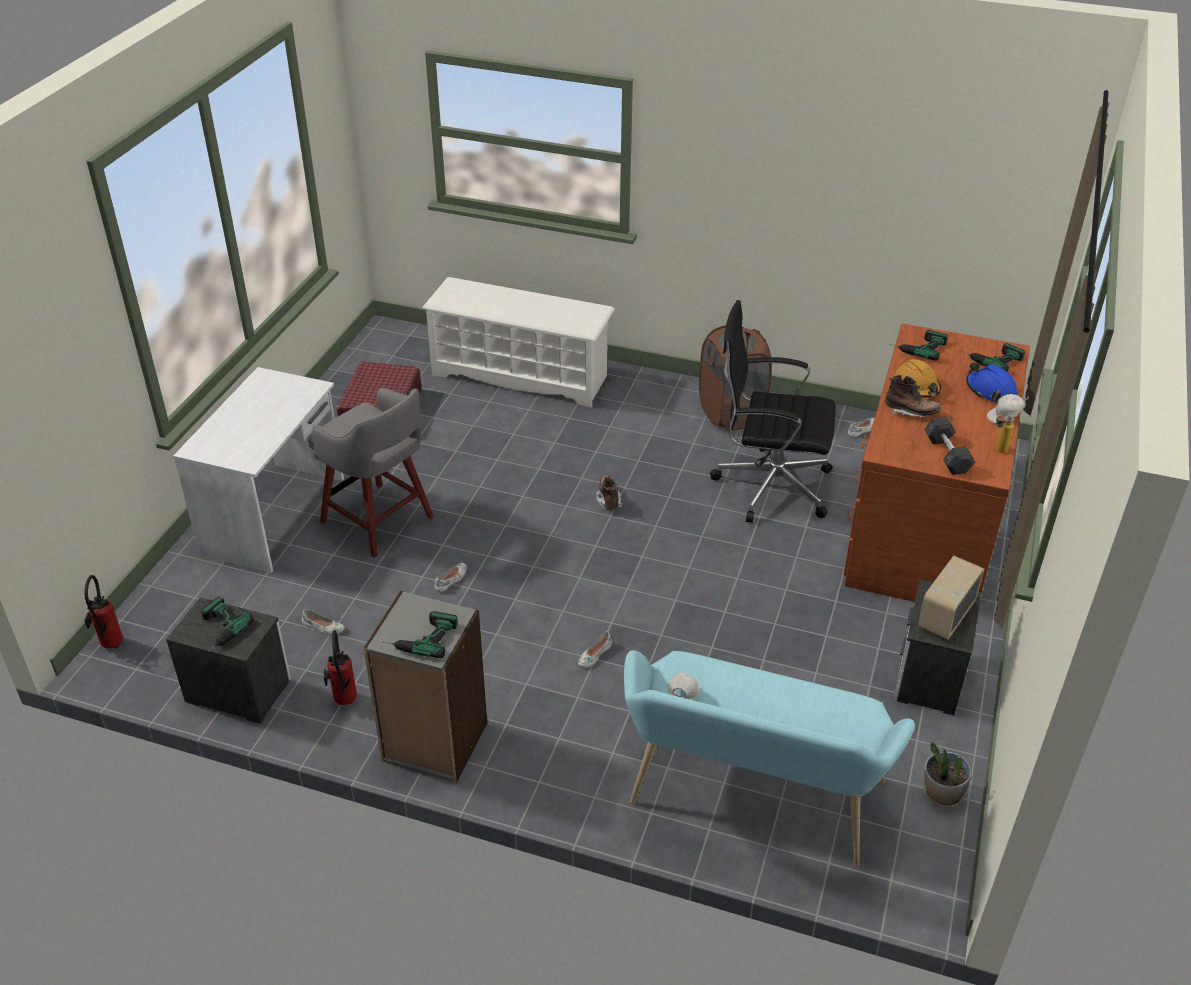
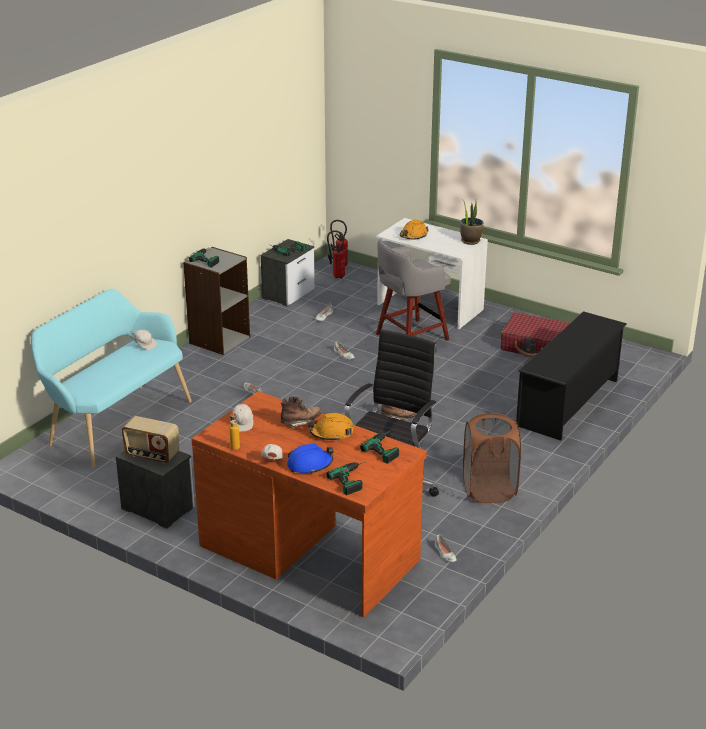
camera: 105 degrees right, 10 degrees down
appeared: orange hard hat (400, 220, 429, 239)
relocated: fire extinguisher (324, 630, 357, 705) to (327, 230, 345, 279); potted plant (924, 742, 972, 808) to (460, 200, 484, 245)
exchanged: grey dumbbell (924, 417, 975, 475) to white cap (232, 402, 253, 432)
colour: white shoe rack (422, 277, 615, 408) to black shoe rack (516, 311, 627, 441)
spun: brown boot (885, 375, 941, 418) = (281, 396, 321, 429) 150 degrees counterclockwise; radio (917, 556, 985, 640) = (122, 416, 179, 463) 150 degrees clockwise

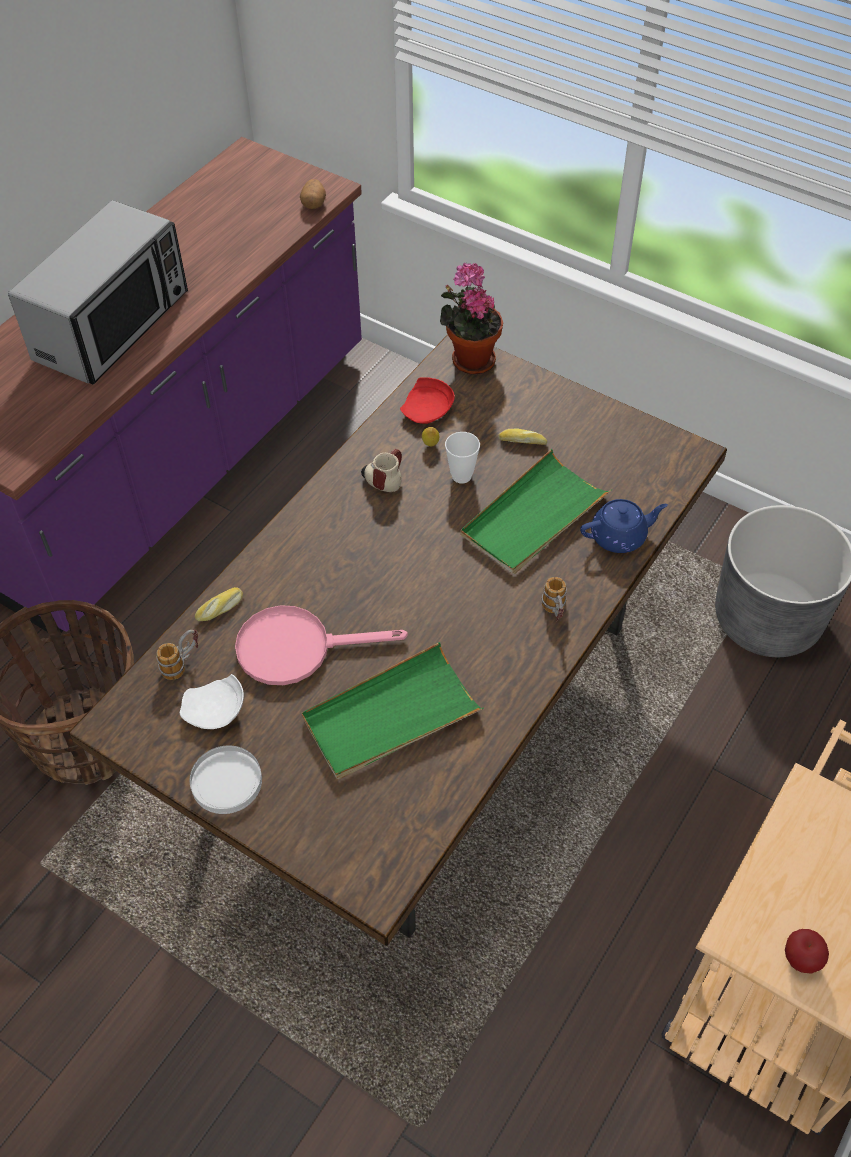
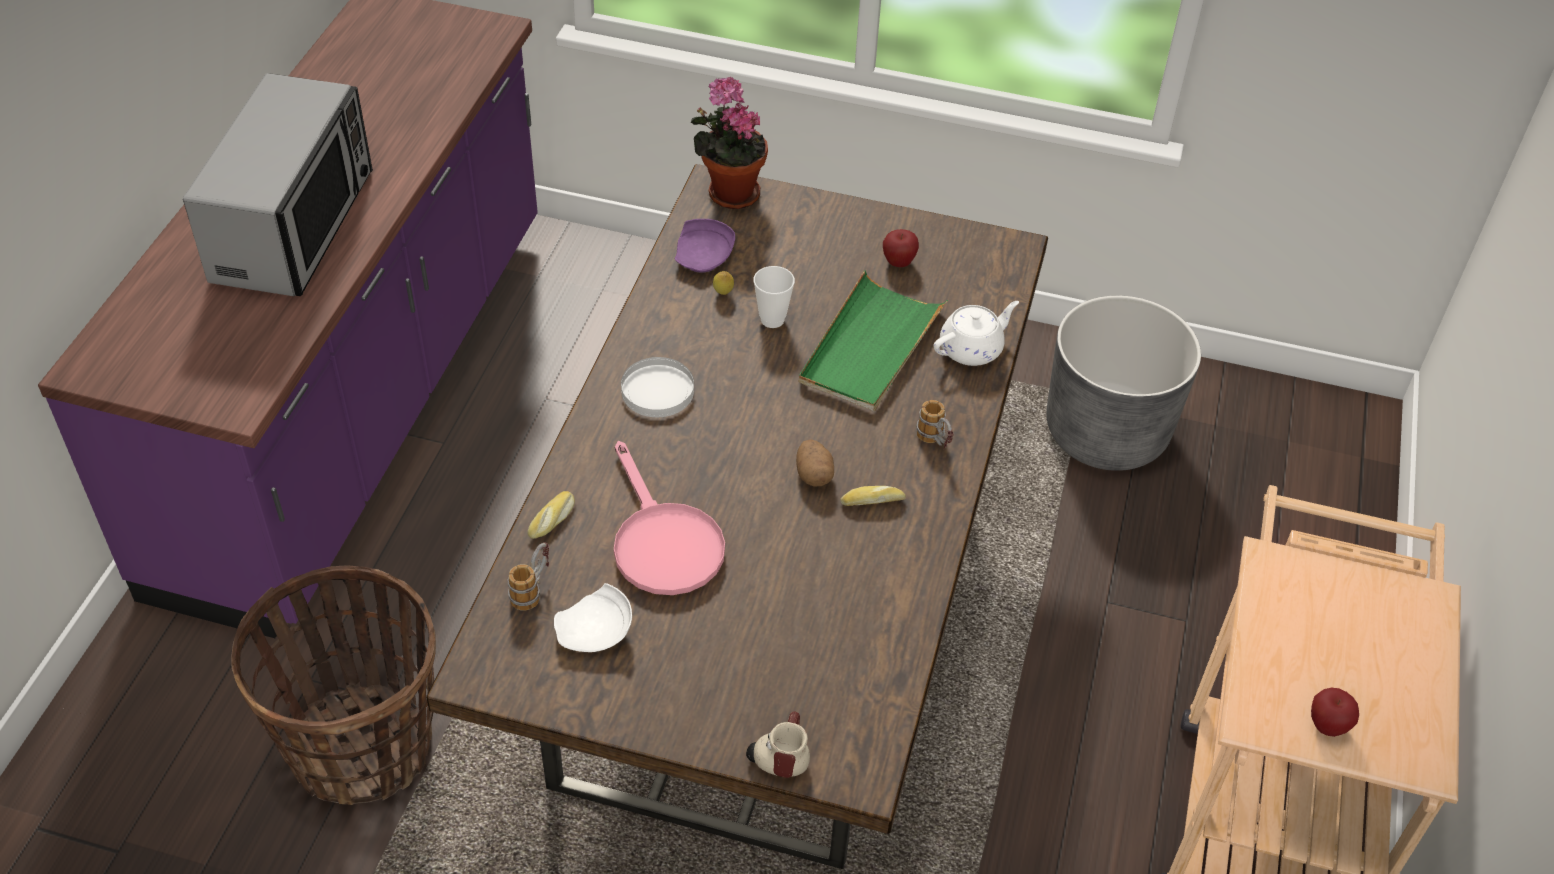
camera: 20 degrees left, 5 degrees down
missing: green tray (302, 642, 484, 779)
appeared: apple (883, 229, 919, 267)
relocated: white plate (190, 746, 262, 814) to (621, 357, 694, 417); potato (300, 179, 326, 209) to (796, 439, 834, 487); mug (361, 449, 402, 492) to (746, 712, 810, 778); bread (498, 428, 547, 445) to (840, 486, 906, 506)
colour: red plate (400, 377, 455, 424) to purple plate (675, 219, 735, 272); blue teapot (580, 499, 668, 553) to white teapot (934, 301, 1019, 366)
spun: pink frying pan (235, 605, 408, 685) = (614, 441, 725, 595) 90 degrees counterclockwise

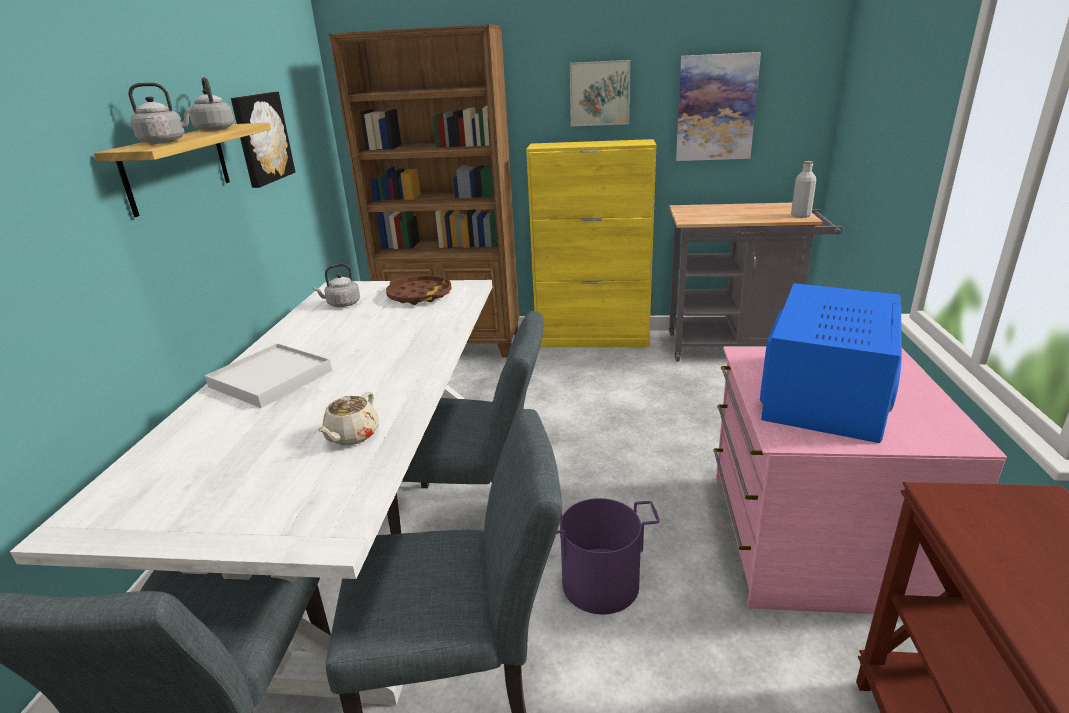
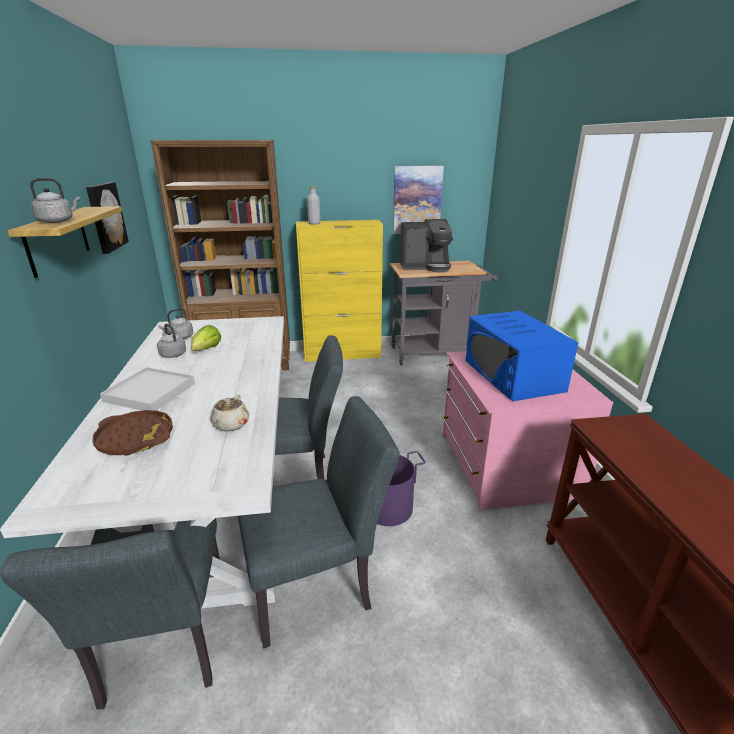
camera: 15 degrees left, 0 degrees up
missing: picture (570, 60, 630, 126)
appeared: lettuce (191, 325, 221, 351); coffee machine (398, 219, 453, 272)
relocated: grey kettle (189, 77, 234, 131) to (157, 324, 186, 358); brown tray (386, 276, 452, 305) to (92, 410, 173, 456); grey bottle (791, 161, 816, 218) to (307, 186, 320, 225)
spun: blue microwave (760, 283, 902, 443) = (465, 311, 579, 401) 150 degrees clockwise

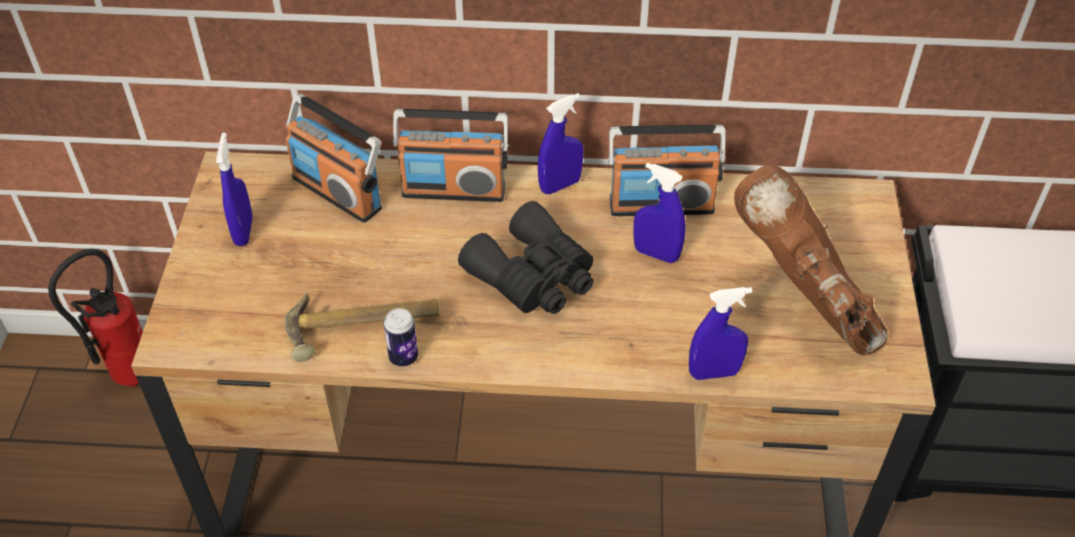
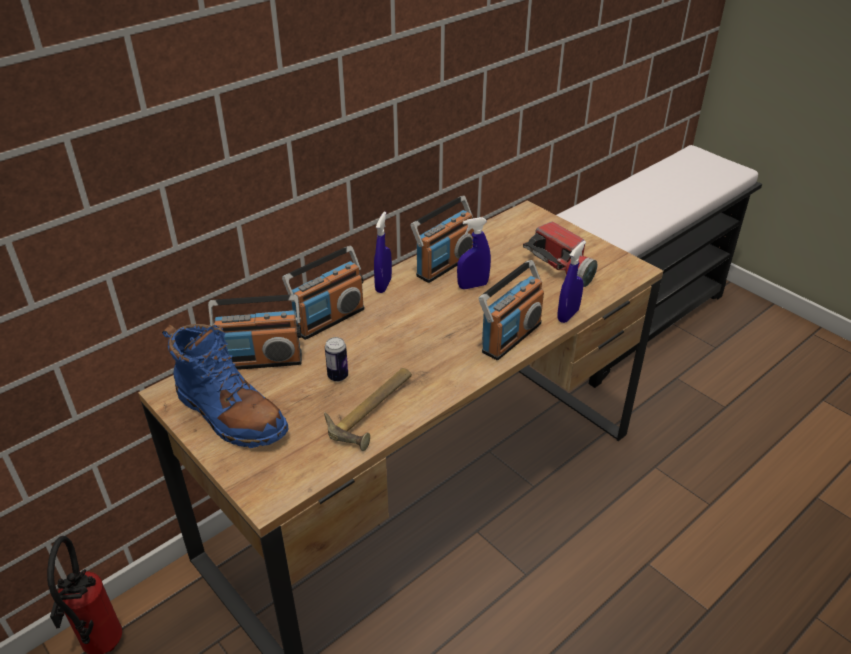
camera: 45 degrees left, 10 degrees down
missing: black binoculars (458, 201, 594, 314)
appeared: radio (479, 260, 544, 360)
relocated: can (384, 308, 418, 366) to (325, 337, 348, 382)
exchanged: blue spray bottle (216, 133, 253, 246) to blue boot (162, 324, 289, 448); brown boot (734, 165, 887, 355) to flashlight (523, 222, 597, 287)

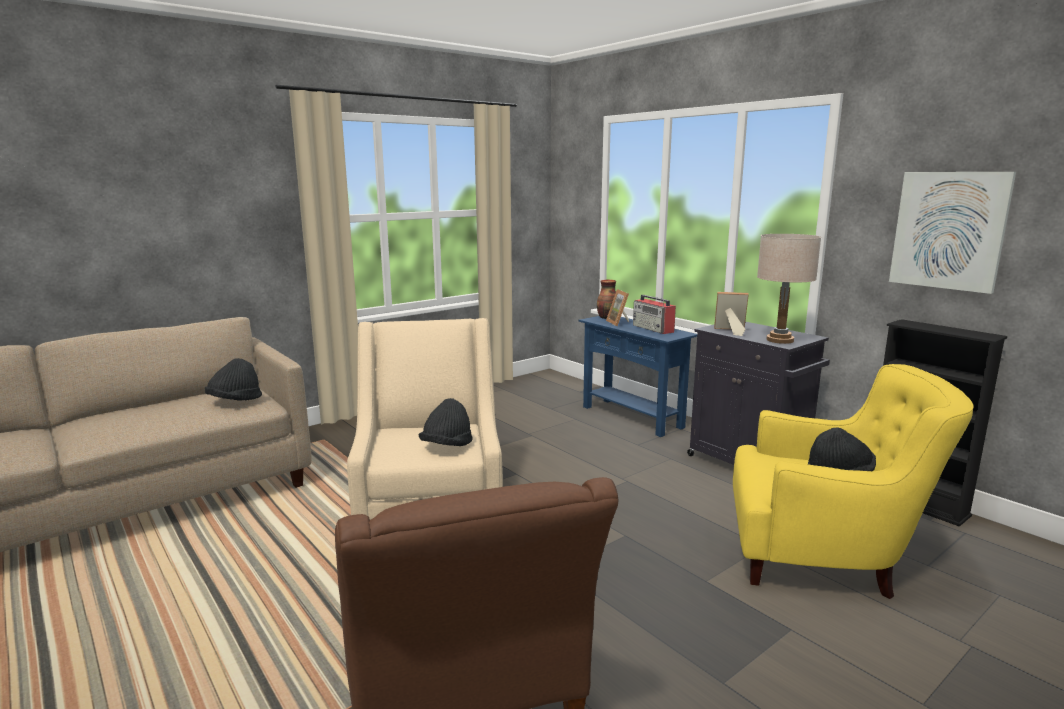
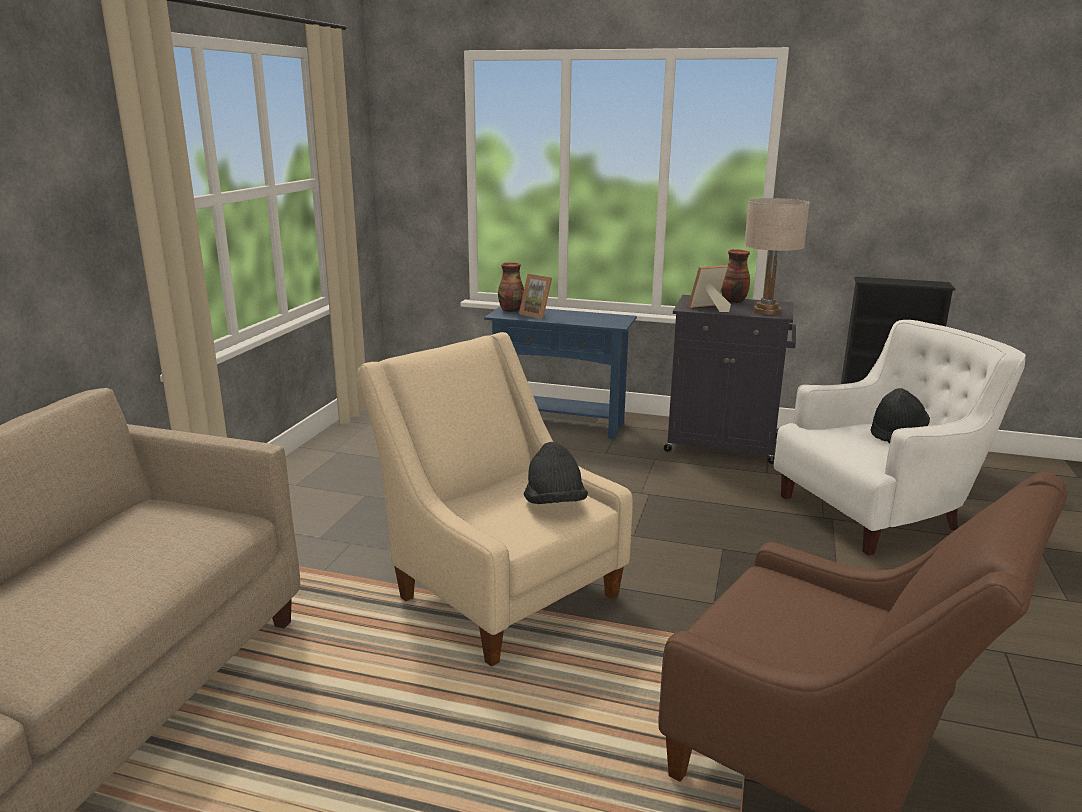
camera: 35 degrees left, 5 degrees up
missing: black hat (205, 358, 262, 401); radio (633, 295, 676, 334); picture (889, 172, 1016, 294)
appeared: vase (721, 249, 750, 303)
colour: yellow armchair (733, 364, 974, 599) to white armchair (774, 320, 1026, 556)

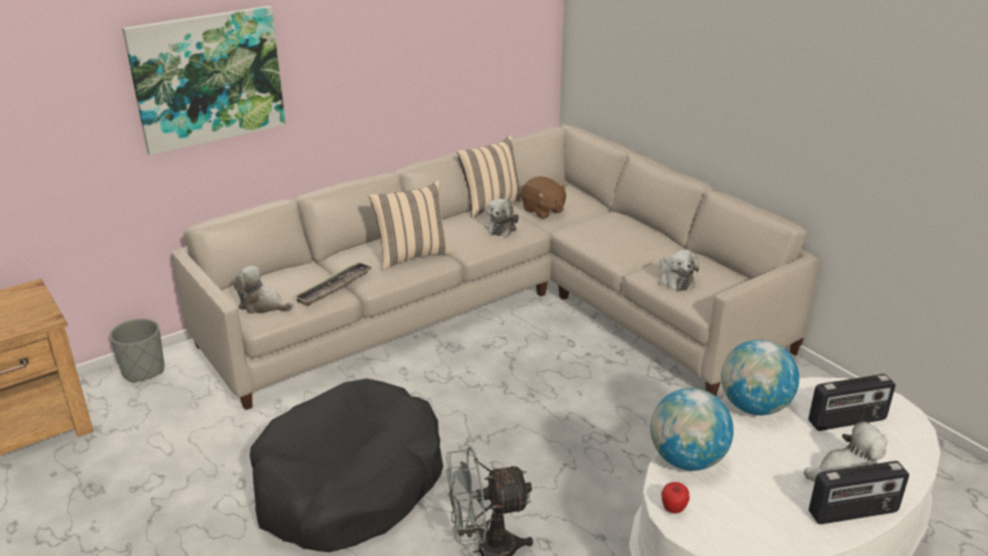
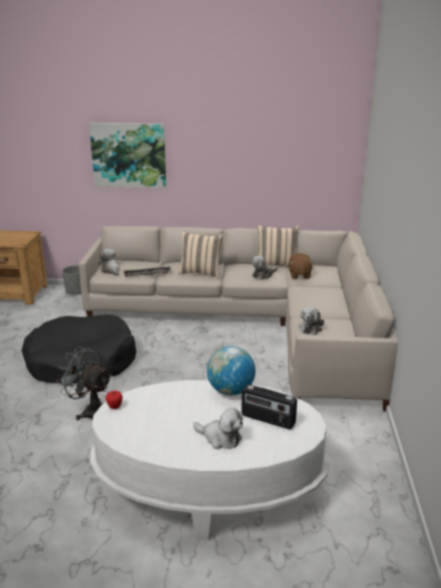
camera: 40 degrees right, 5 degrees down
missing: globe (650, 388, 734, 471); radio (809, 461, 909, 524)

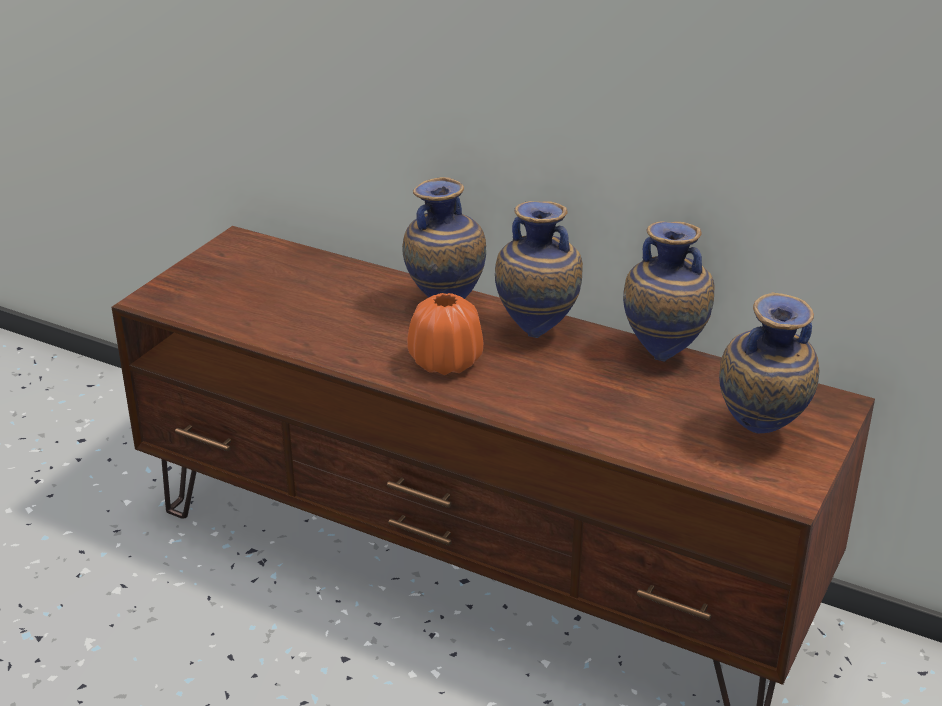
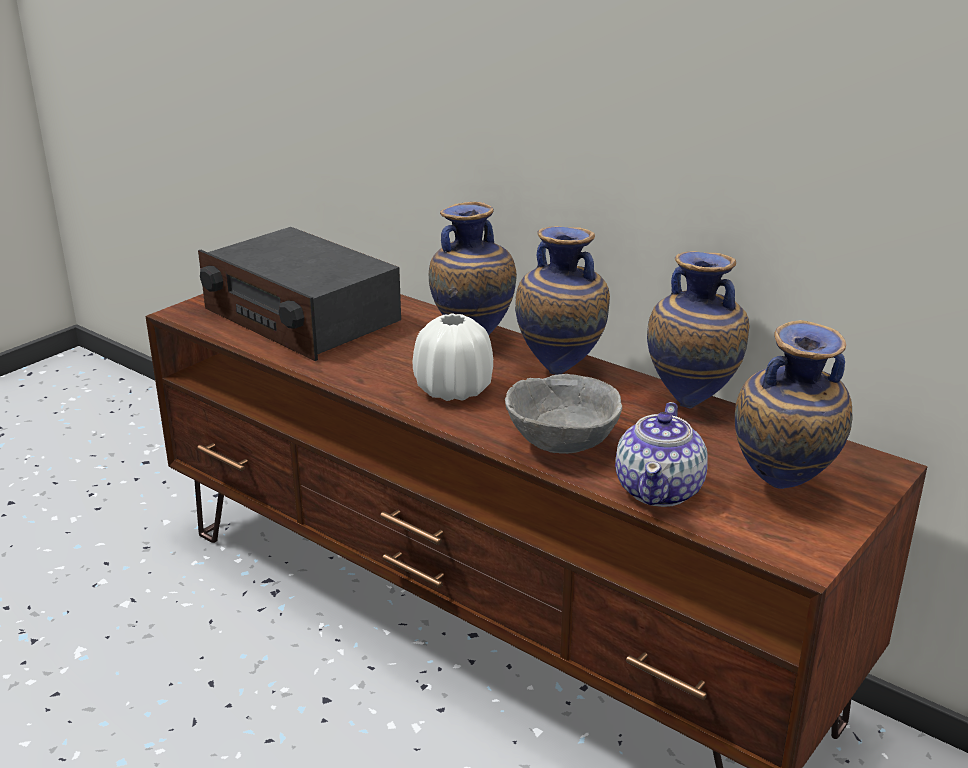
camera: 10 degrees right, 5 degrees down
appeared: radio (198, 227, 401, 361); grey bowl (505, 374, 622, 454); teapot (615, 402, 708, 507)
colour: orange vase (407, 293, 483, 375) to white vase (413, 313, 493, 401)

